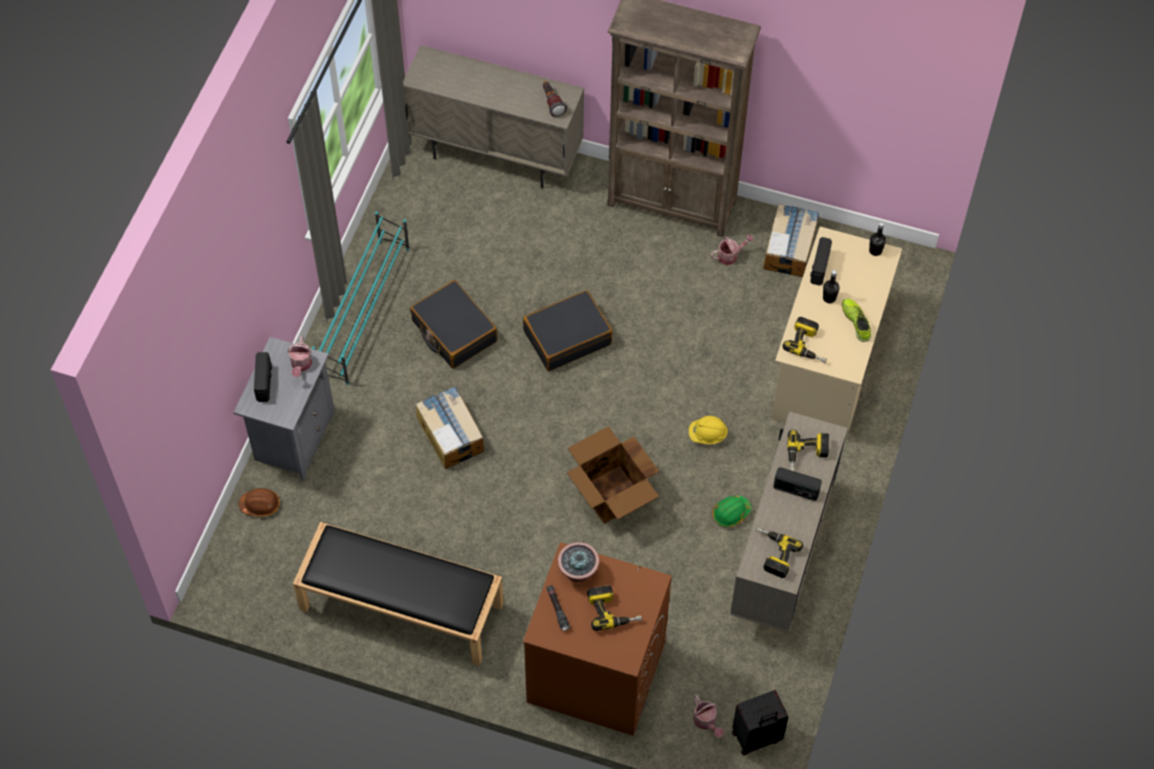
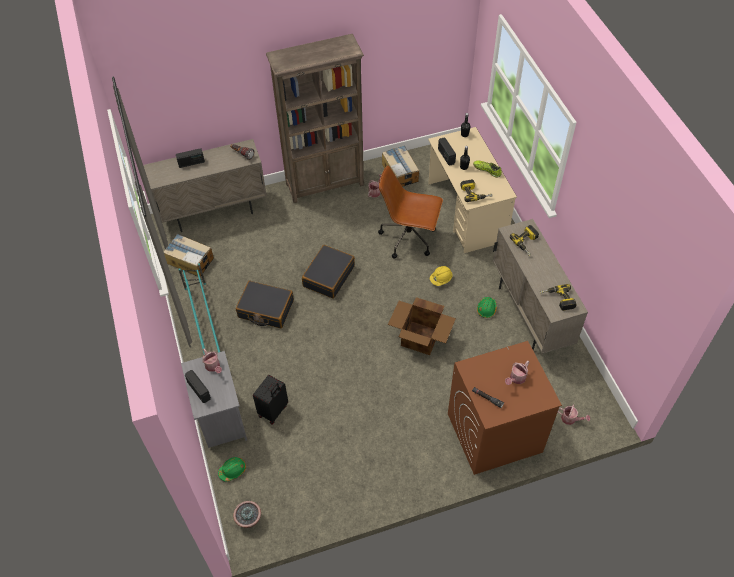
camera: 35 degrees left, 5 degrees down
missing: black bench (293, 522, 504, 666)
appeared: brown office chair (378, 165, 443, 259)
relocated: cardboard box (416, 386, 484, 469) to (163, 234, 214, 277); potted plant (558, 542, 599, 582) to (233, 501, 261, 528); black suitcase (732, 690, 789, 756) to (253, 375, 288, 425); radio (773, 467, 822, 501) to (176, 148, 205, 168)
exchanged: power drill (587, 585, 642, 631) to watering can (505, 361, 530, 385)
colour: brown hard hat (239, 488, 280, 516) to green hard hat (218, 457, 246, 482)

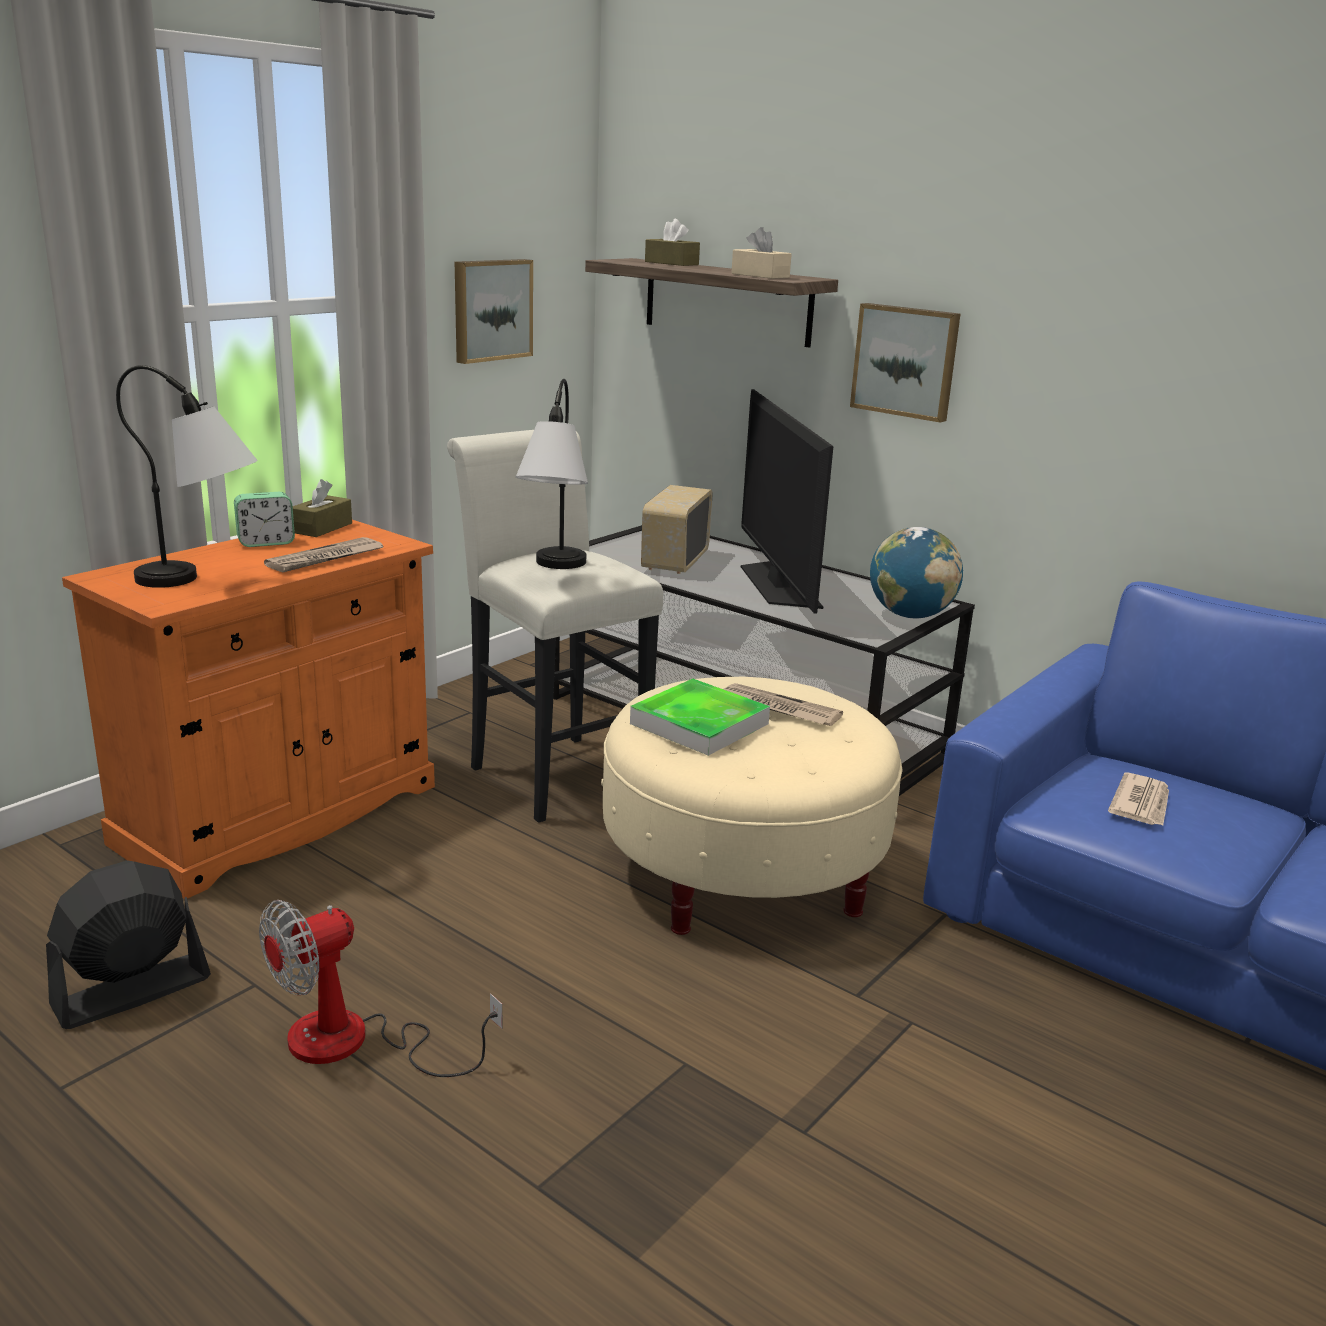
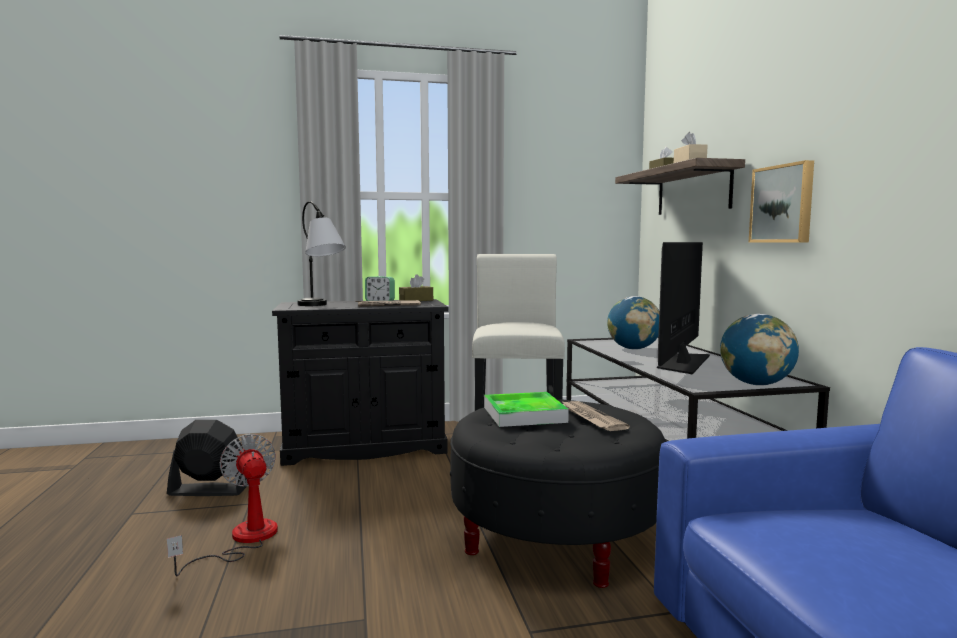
camera: 40 degrees right, 15 degrees down
missing: picture (455, 259, 533, 364); table lamp (516, 379, 588, 569); newspaper (1108, 773, 1169, 825)
exchanged: radio (641, 485, 713, 574) to globe (607, 296, 659, 350)
colour: orange cabinet (62, 520, 435, 899) to black cabinet (272, 299, 448, 466); beige ottoman (601, 677, 903, 935) to black ottoman (450, 399, 666, 588)
spun: fan (259, 900, 502, 1077) = (167, 434, 278, 576) 60 degrees clockwise

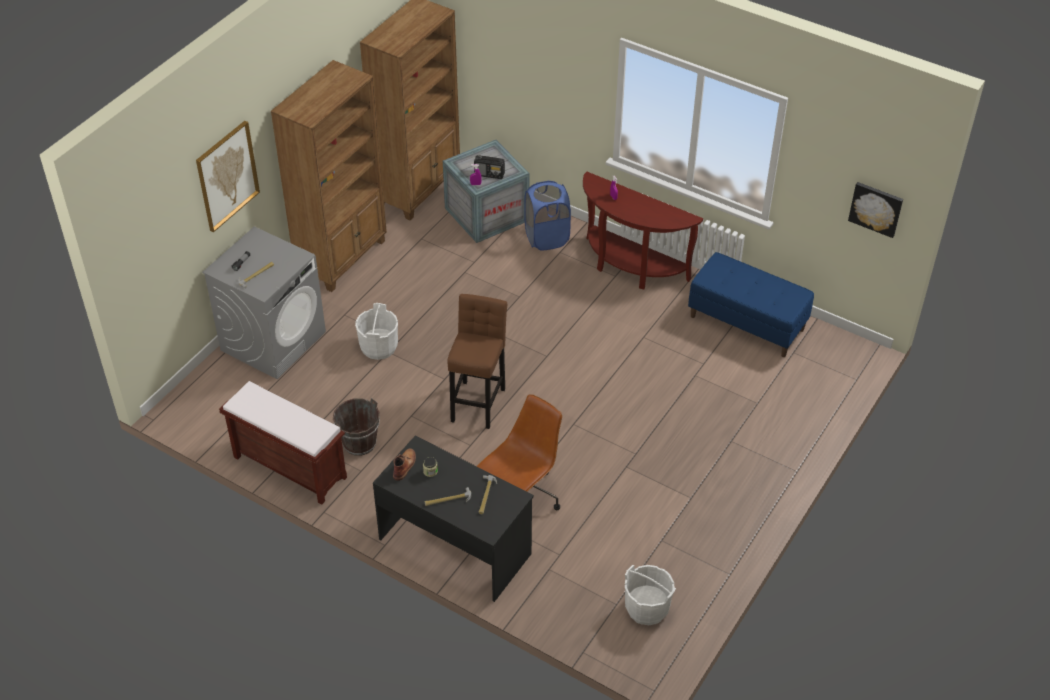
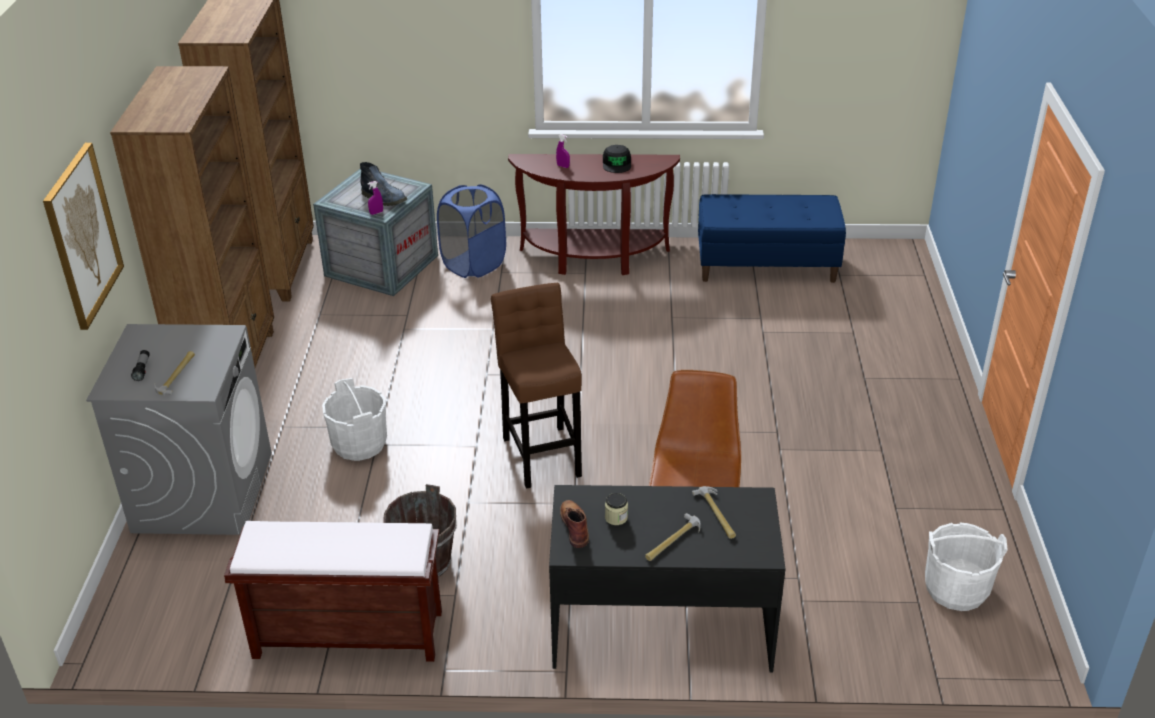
camera: 30 degrees left, 10 degrees down
missing: picture (848, 182, 903, 238)
appeared: black cap (603, 145, 631, 173)
exchanged: radio (474, 155, 505, 179) to boot (360, 162, 407, 206)

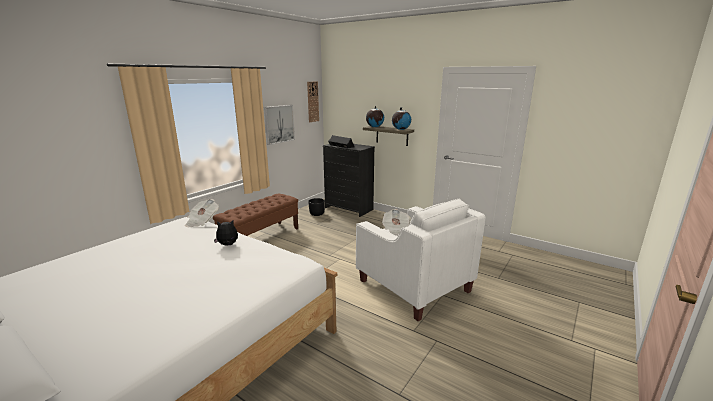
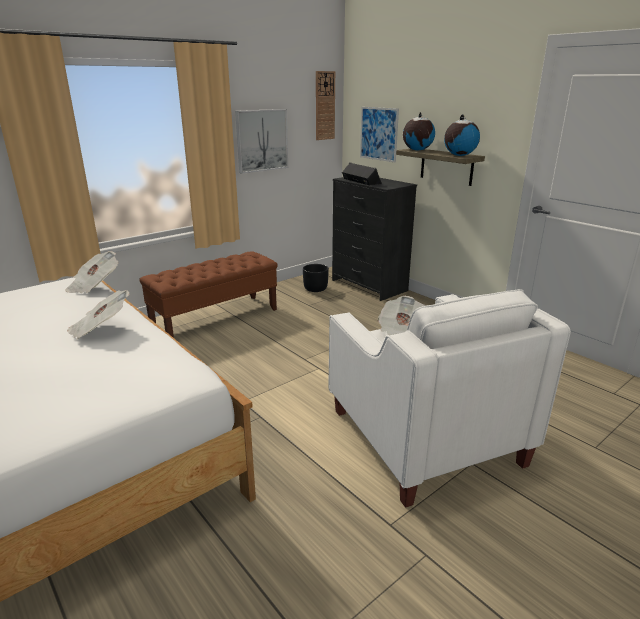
camera: 15 degrees right, 5 degrees up
appeared: picture (360, 107, 399, 162)
exchanged: plush toy (214, 220, 238, 246) to newspaper (67, 290, 130, 339)

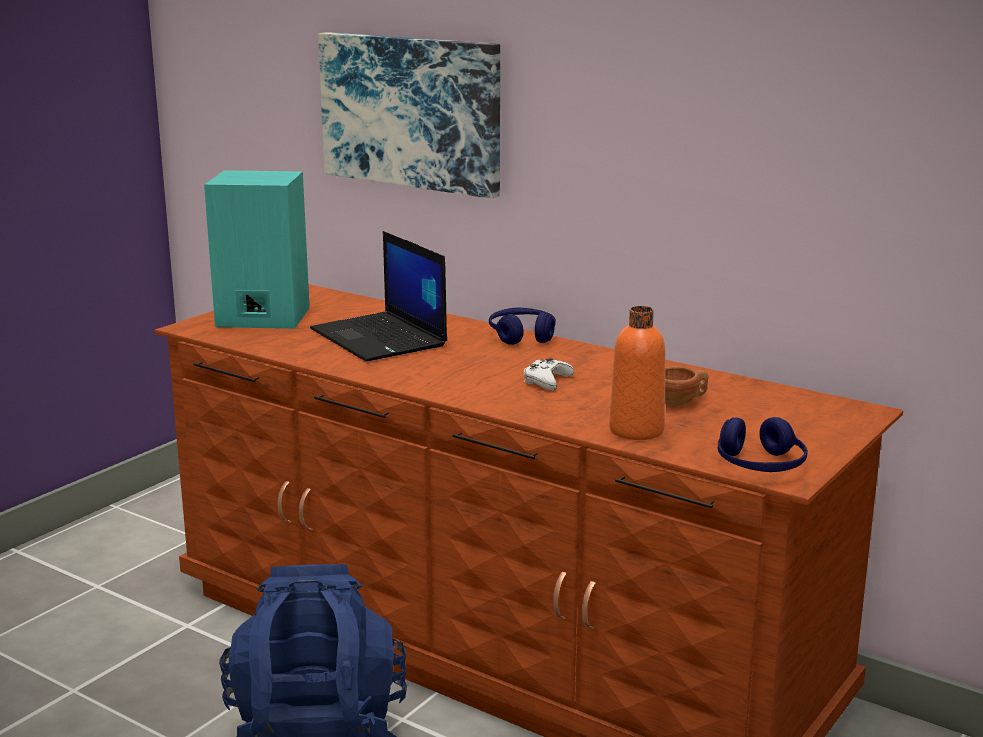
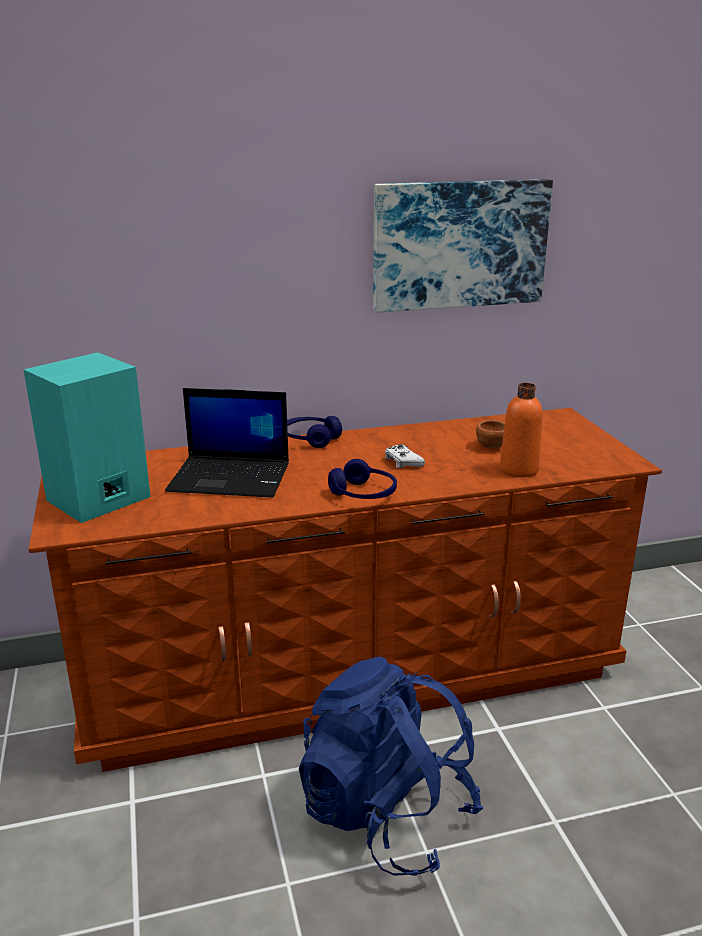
camera: 50 degrees left, 5 degrees up
relocated: picture (318, 32, 500, 199) to (373, 179, 553, 312); blue headphones (718, 417, 808, 472) to (328, 459, 397, 499)

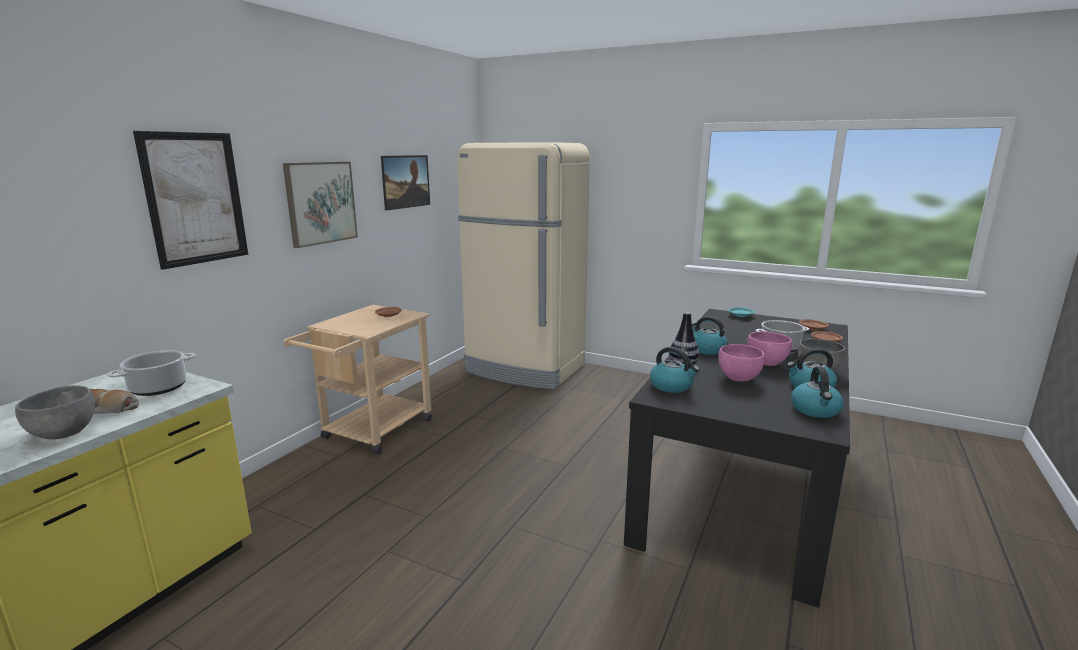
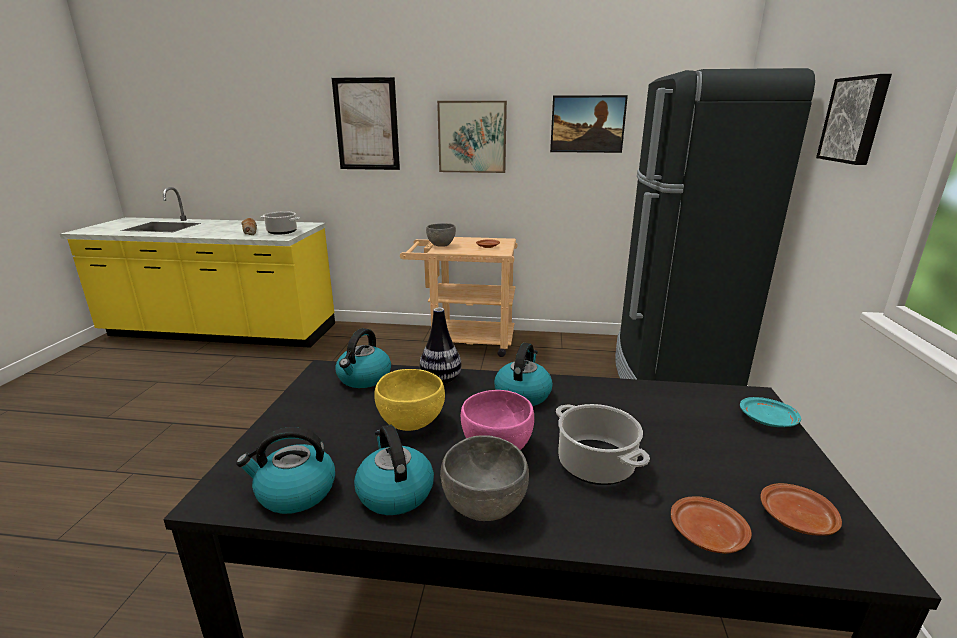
camera: 70 degrees right, 5 degrees up
appeared: picture (816, 74, 892, 165)
relocated: grey bowl (15, 385, 95, 440) to (426, 223, 456, 247)
colour: beige fridge (457, 142, 590, 390) to black fridge (615, 68, 815, 386); pink bowl (718, 344, 765, 382) to yellow bowl (374, 369, 445, 431)

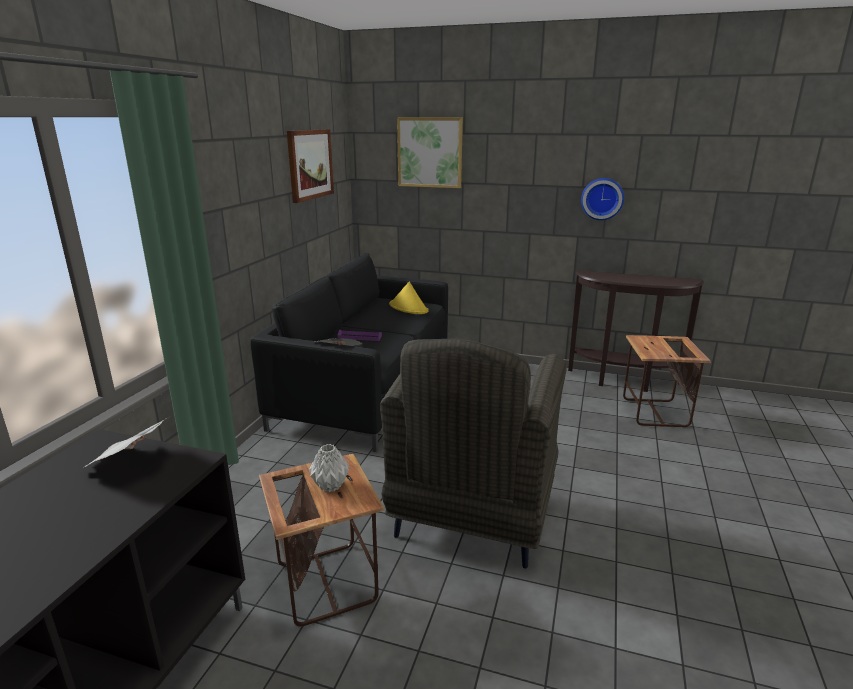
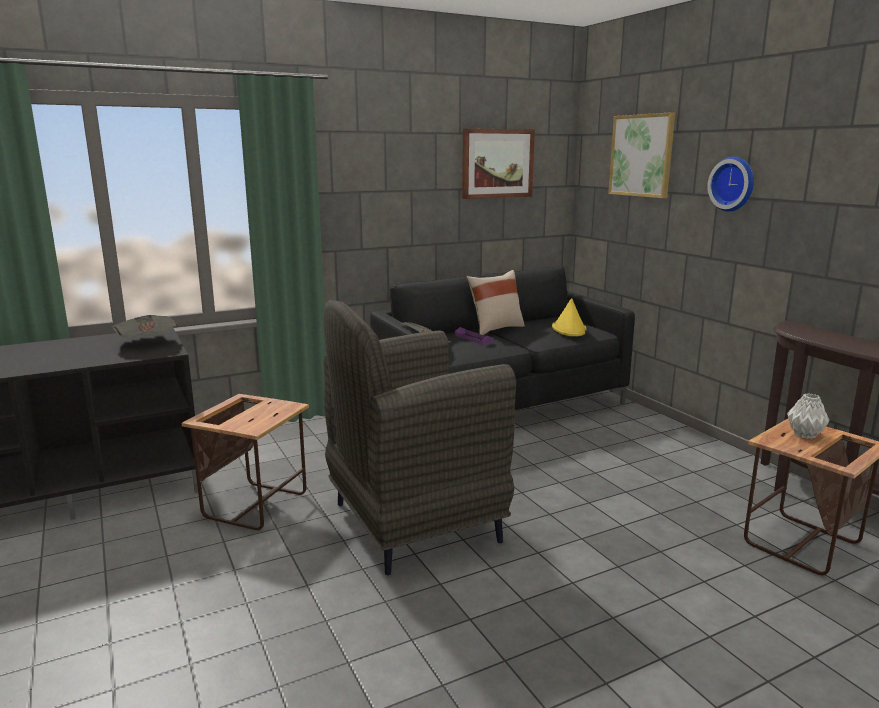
camera: 45 degrees right, 5 degrees down
appeared: beige pillow (467, 270, 525, 335)
relocated: grey vase (309, 444, 349, 492) to (787, 393, 830, 439); wall clock (581, 178, 624, 220) to (707, 156, 754, 212)

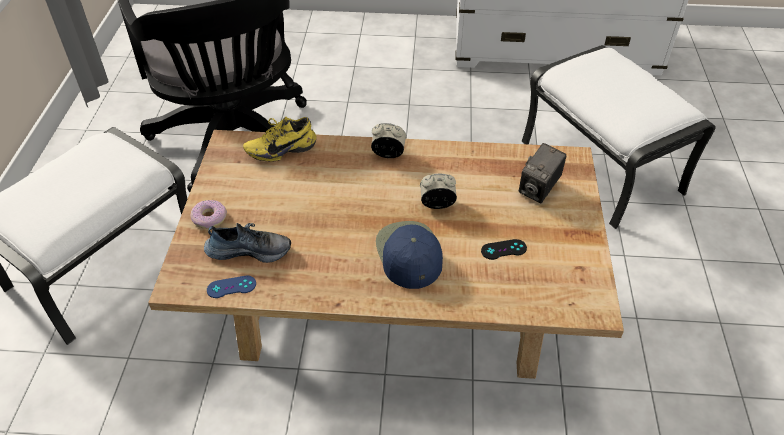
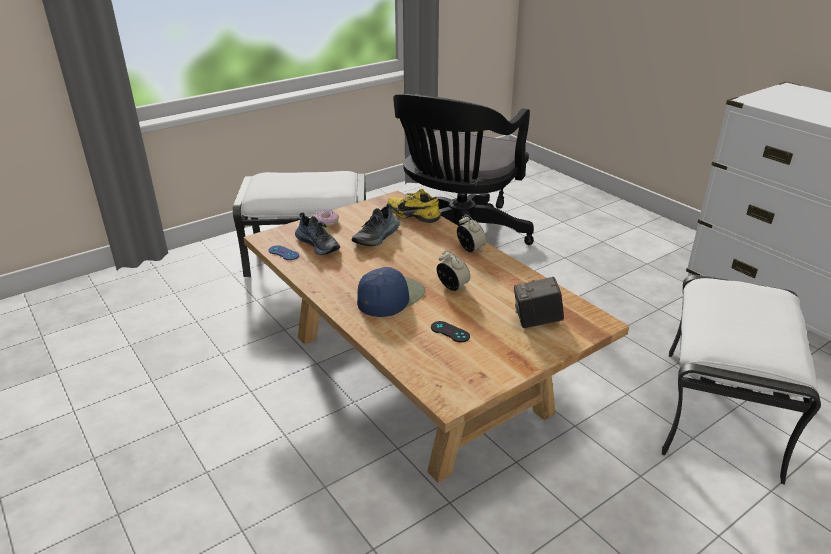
camera: 50 degrees right, 15 degrees down
appeared: shoe (352, 204, 400, 246)

